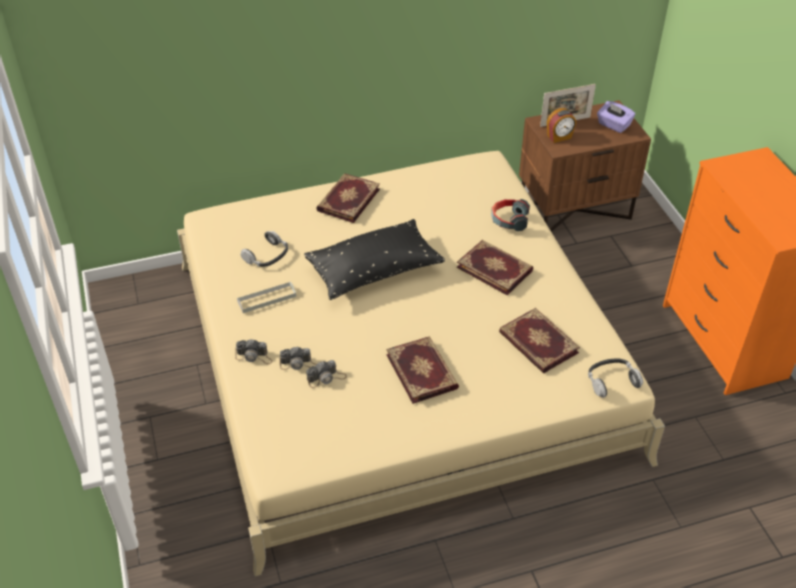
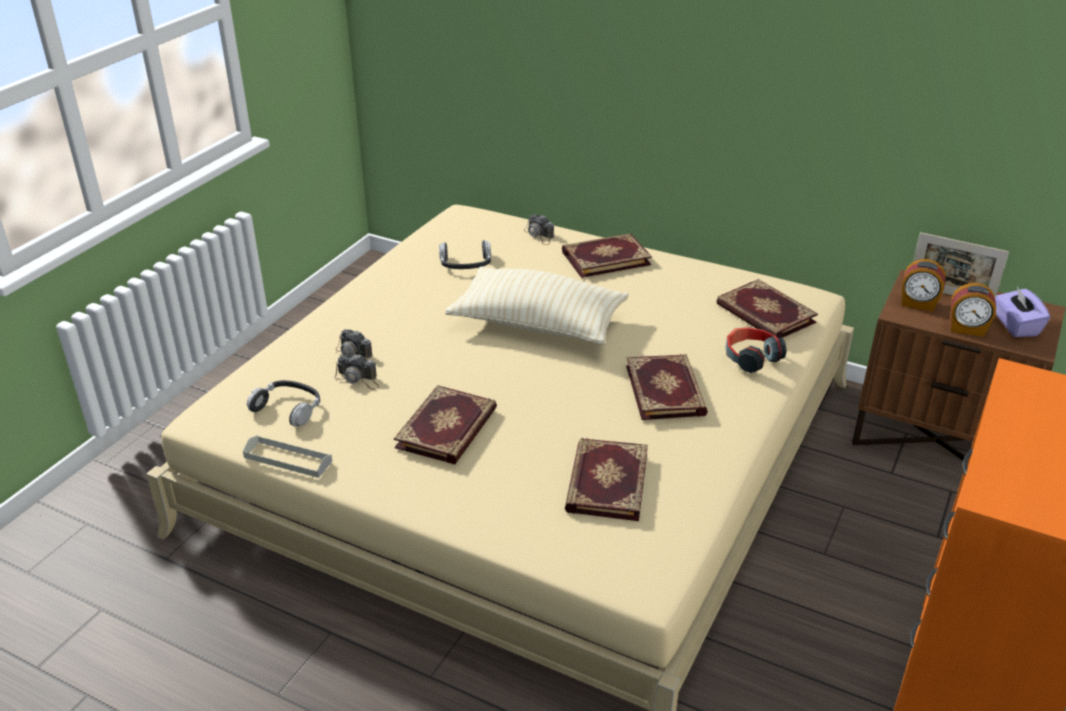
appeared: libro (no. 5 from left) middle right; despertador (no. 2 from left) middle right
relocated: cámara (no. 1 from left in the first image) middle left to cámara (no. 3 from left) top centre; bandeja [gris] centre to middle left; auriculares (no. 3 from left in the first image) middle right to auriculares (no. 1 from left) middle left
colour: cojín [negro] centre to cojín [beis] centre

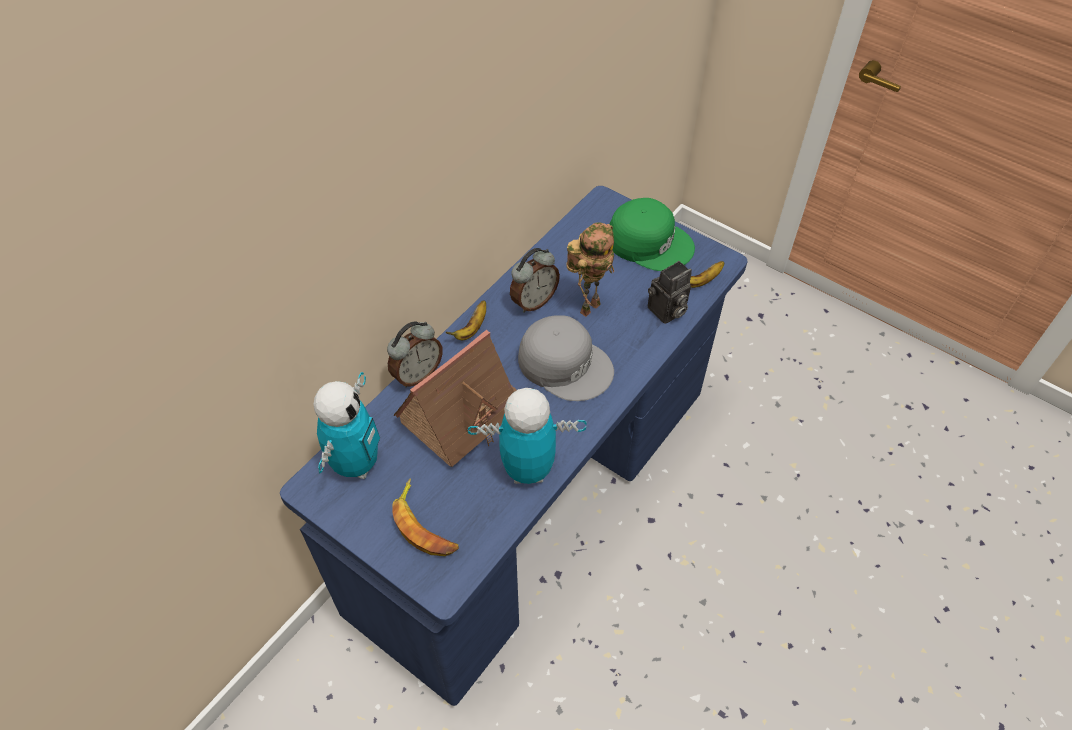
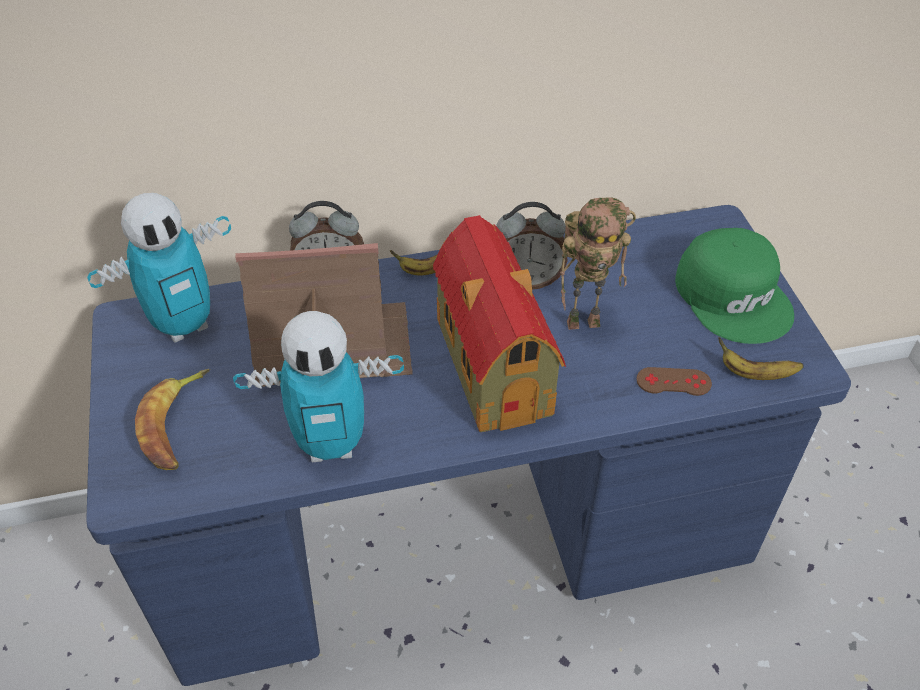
exchanged: gorra [gris] centre to casita (no. 2 from left) centre; cámara centre to mando de consola [marrón] middle right
spun: robot de juguete (no. 2 from left) centre = centre 135 degrees clockwise

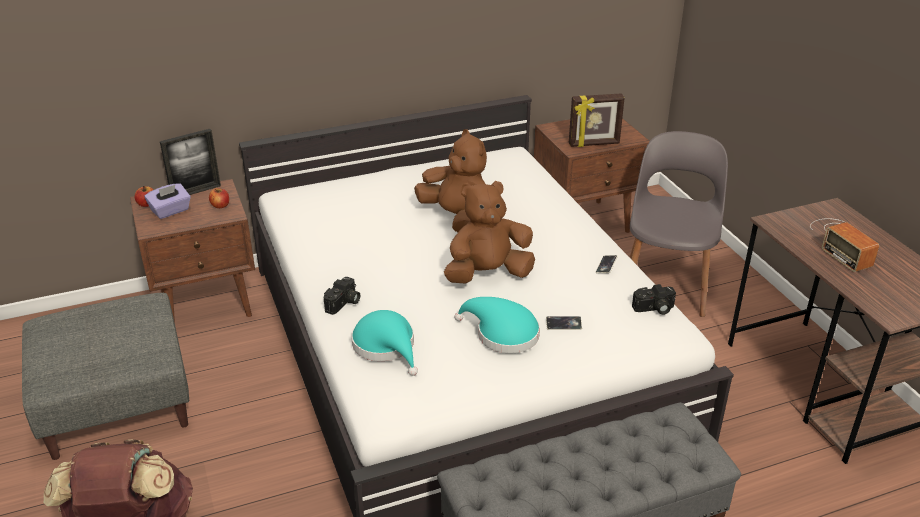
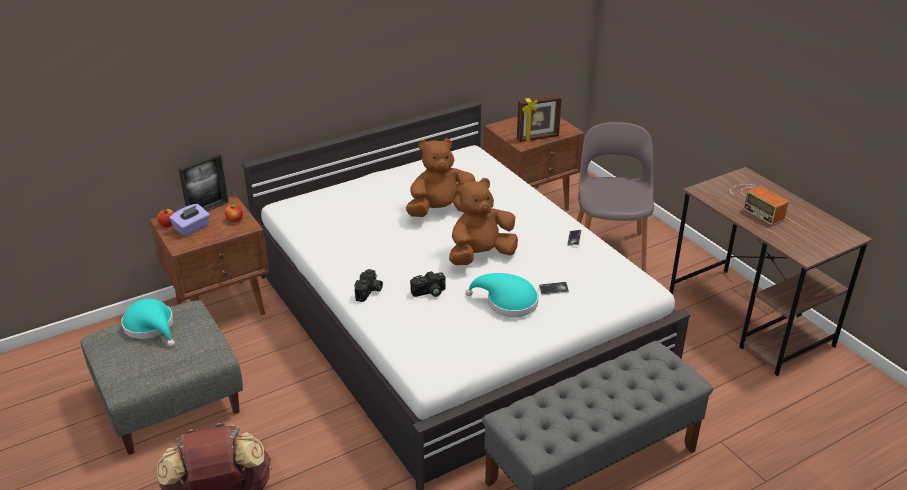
relocated: sombrero [turquesa] (no. 1 from left) centre to middle left; cámara (no. 2 from left) middle right to centre
spun: peluche [marrón] (no. 1 from left) centre = centre 60 degrees counterclockwise

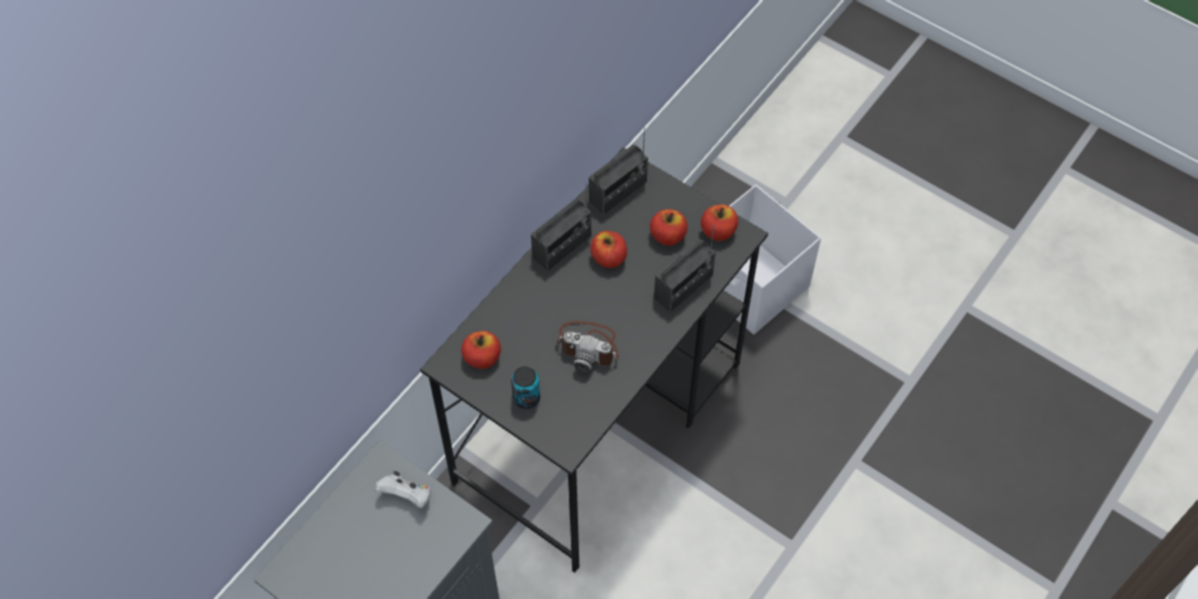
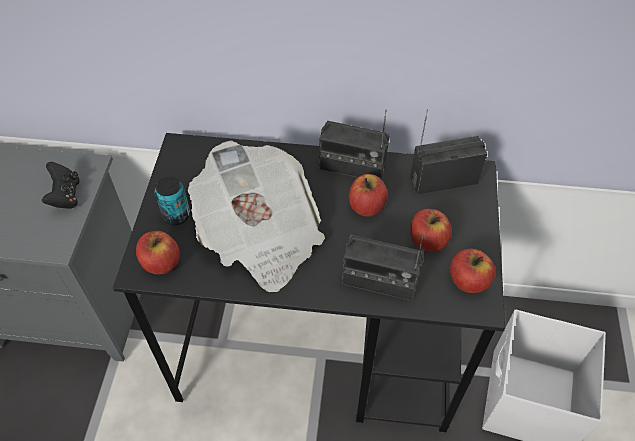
relocated: manzana (no. 1 from left) centre to middle left
exchanged: cámara centre to periódico centre
colour: mando de consola [blanco] bottom centre to mando de consola [negro] middle left
spun: radio (no. 2 from left in the first image) top centre = middle right 150 degrees clockwise

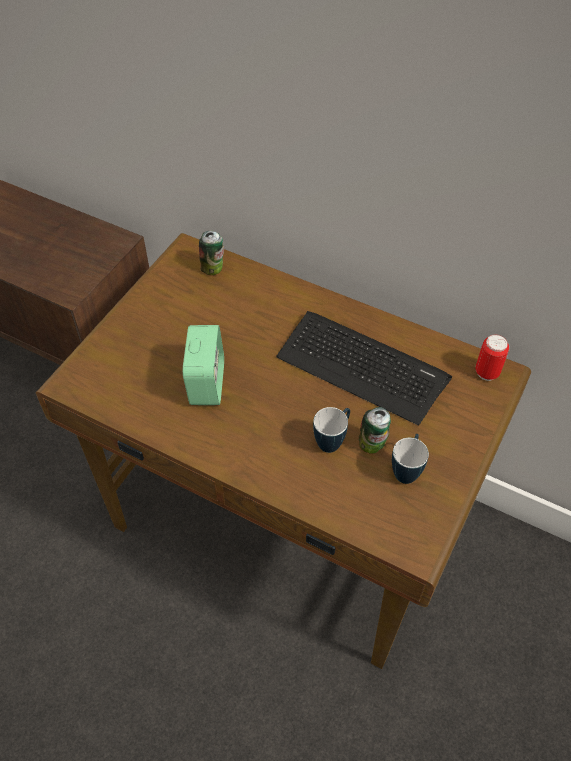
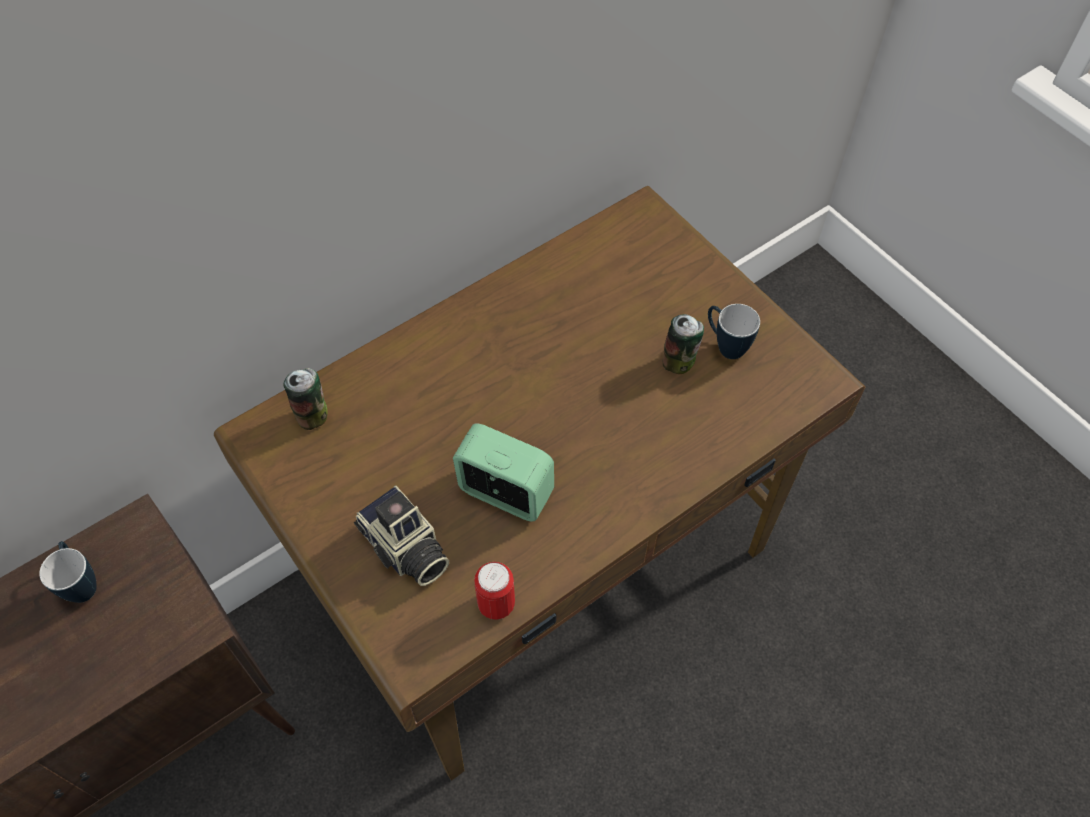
missing: teclado centre
appeared: cámara centre
relocated: taza grande (no. 1 from left) centre to bottom left; lata (no. 3 from left in the first image) middle right to lata (no. 2 from left) bottom centre

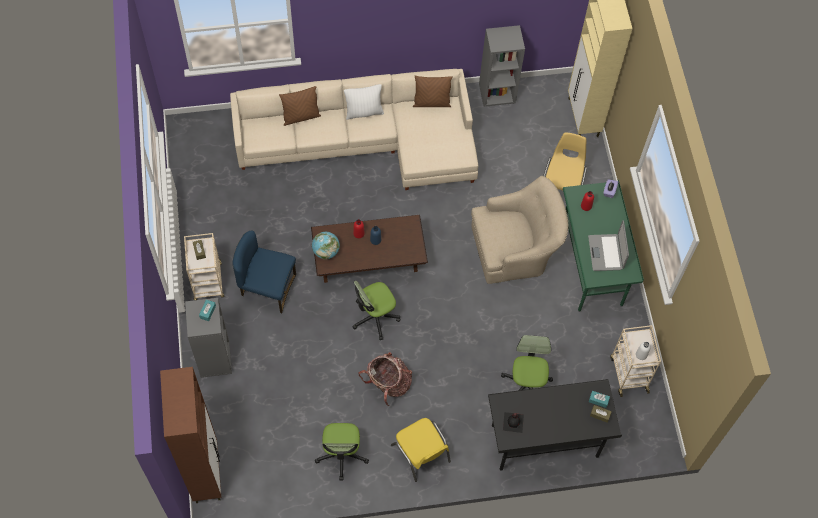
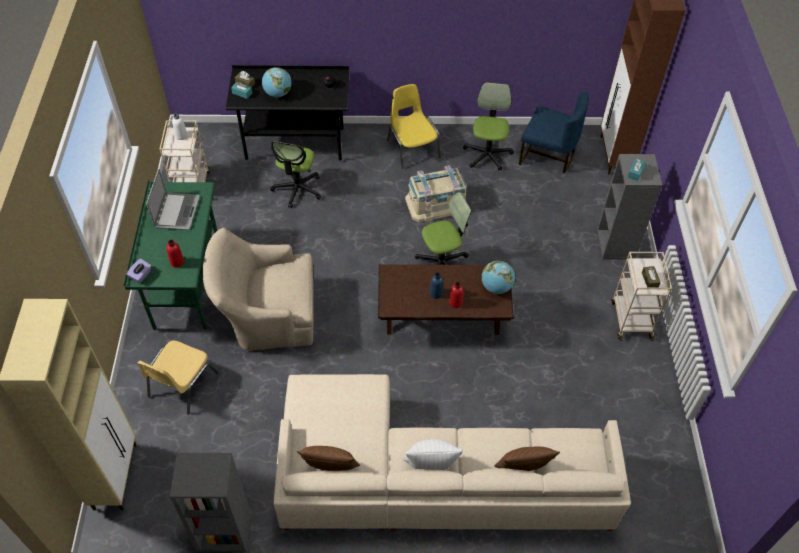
appeared: globo terráqueo (no. 1 from left) top centre
relocated: silla [azul] middle left to top right
exchanged: mochila bottom centre to caja de almacenaje [beis] centre

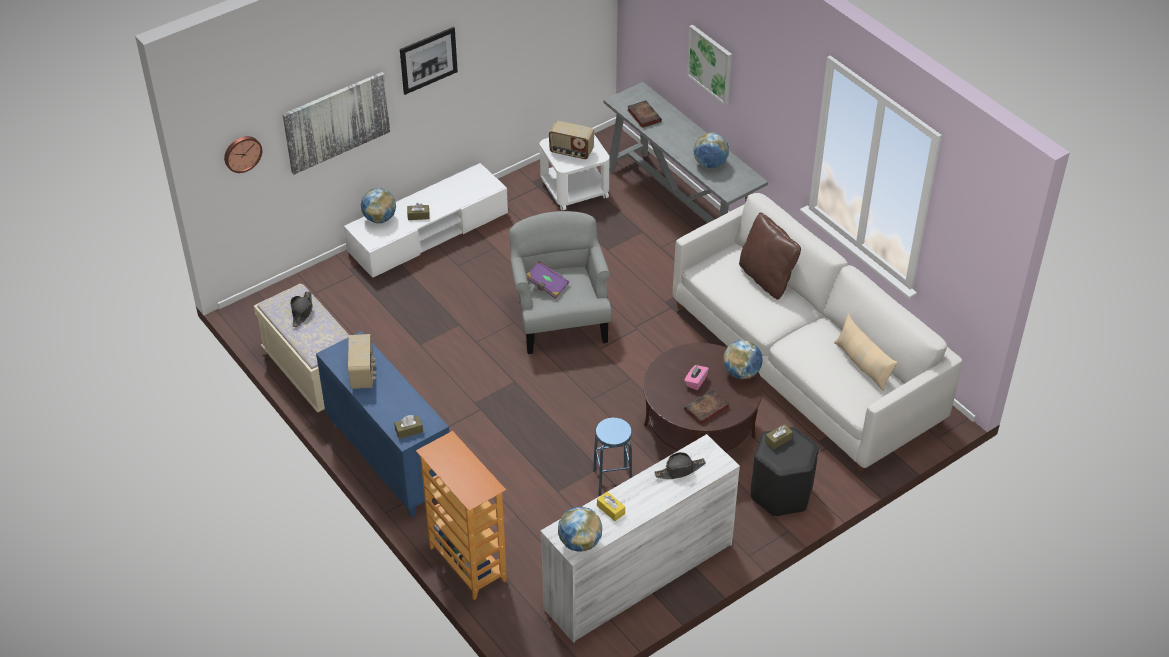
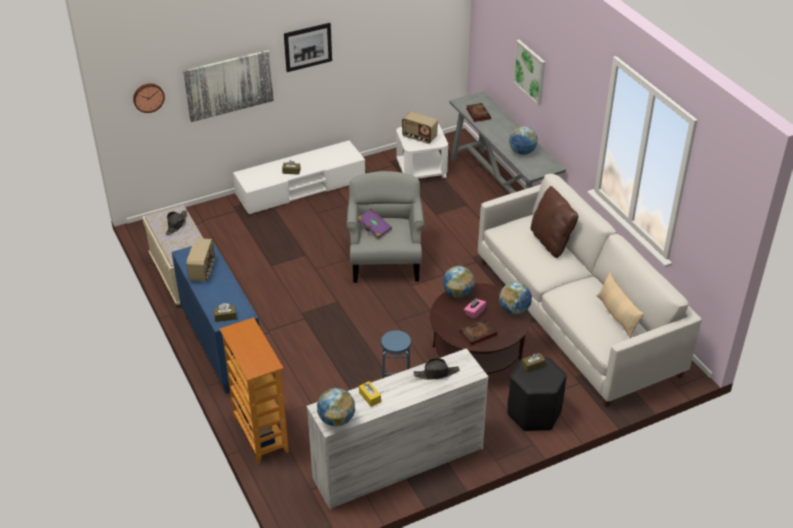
relocated: globo terráqueo (no. 1 from left in the first image) top left to globo terráqueo (no. 2 from left) centre

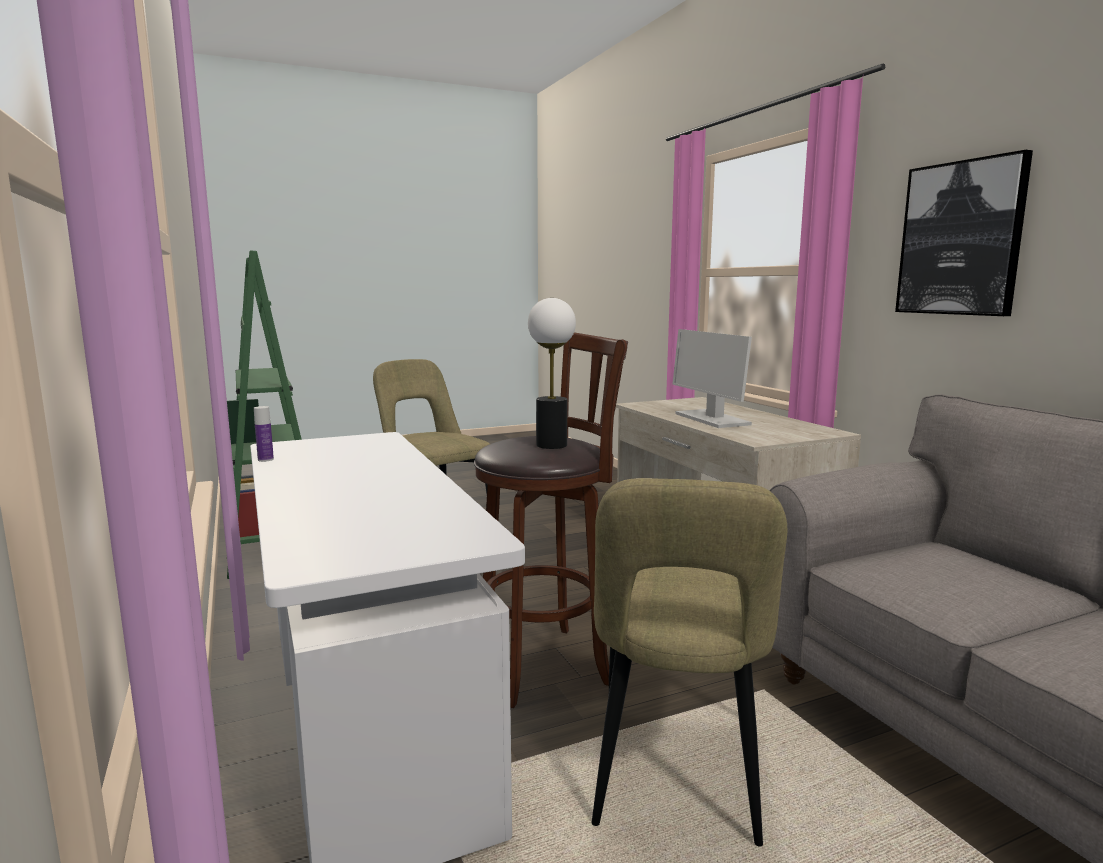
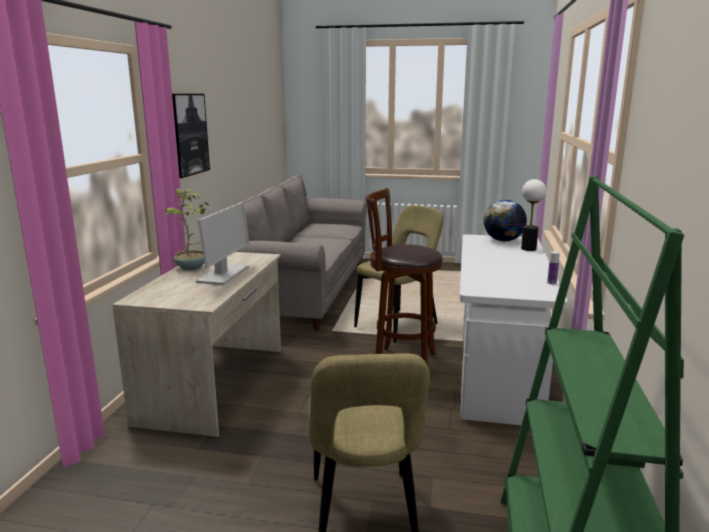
appeared: planta en maceta middle left; globo terráqueo middle right
relocated: lámpara de mesa centre to middle right

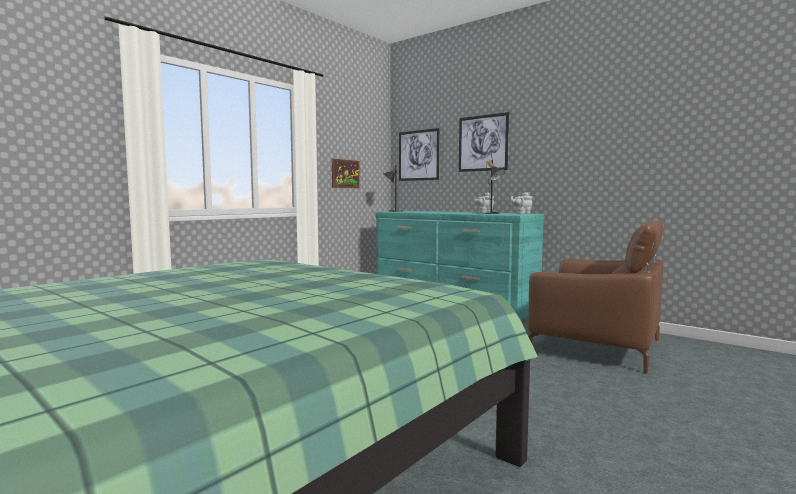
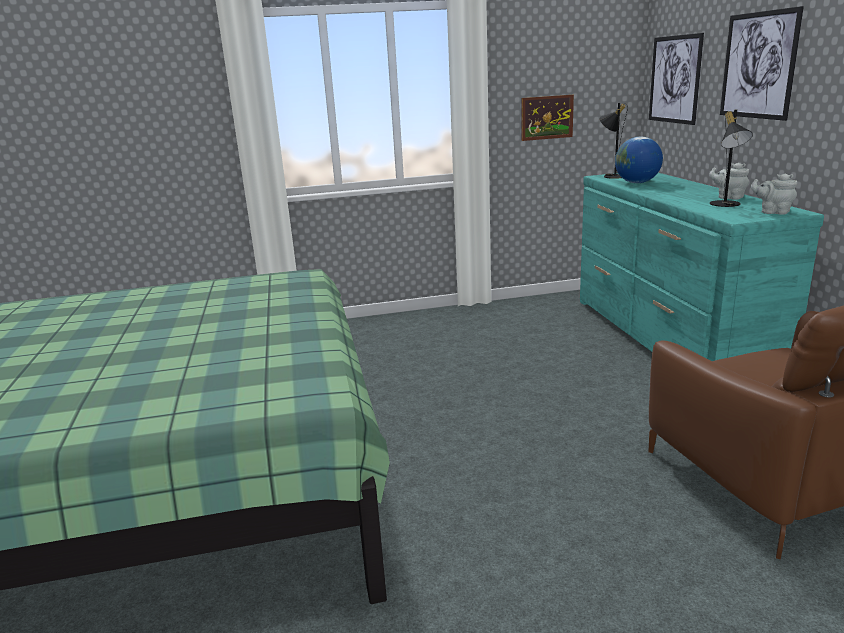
appeared: globo terráqueo top right

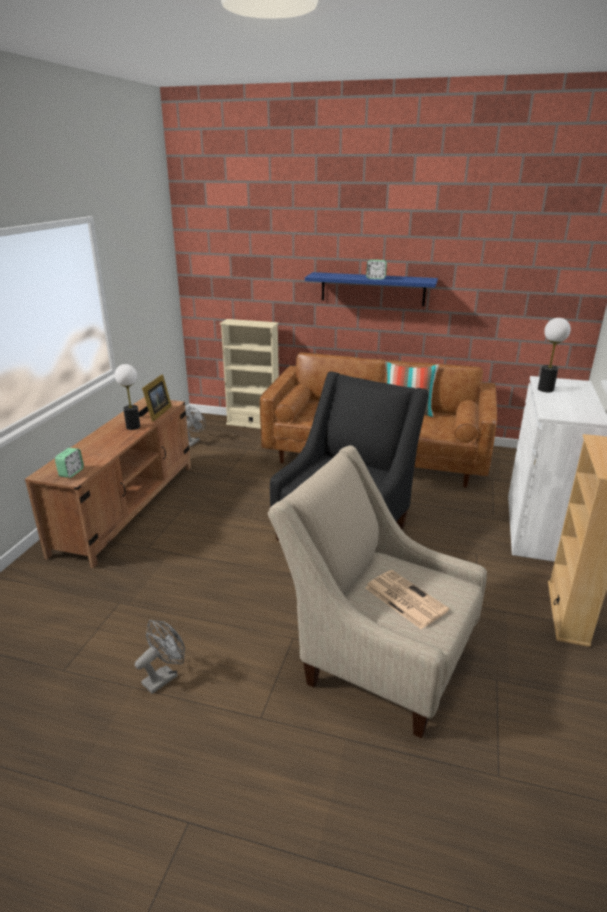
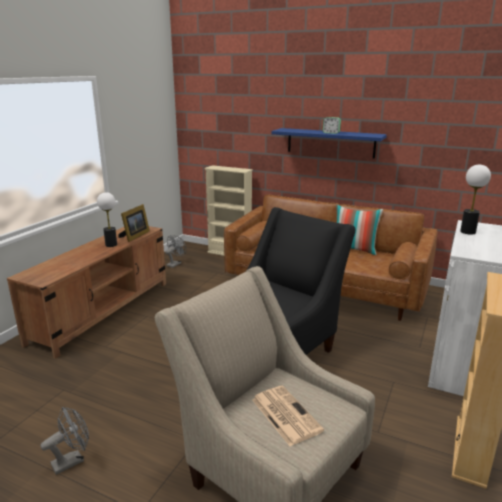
missing: despertador (no. 1 from left) middle left

